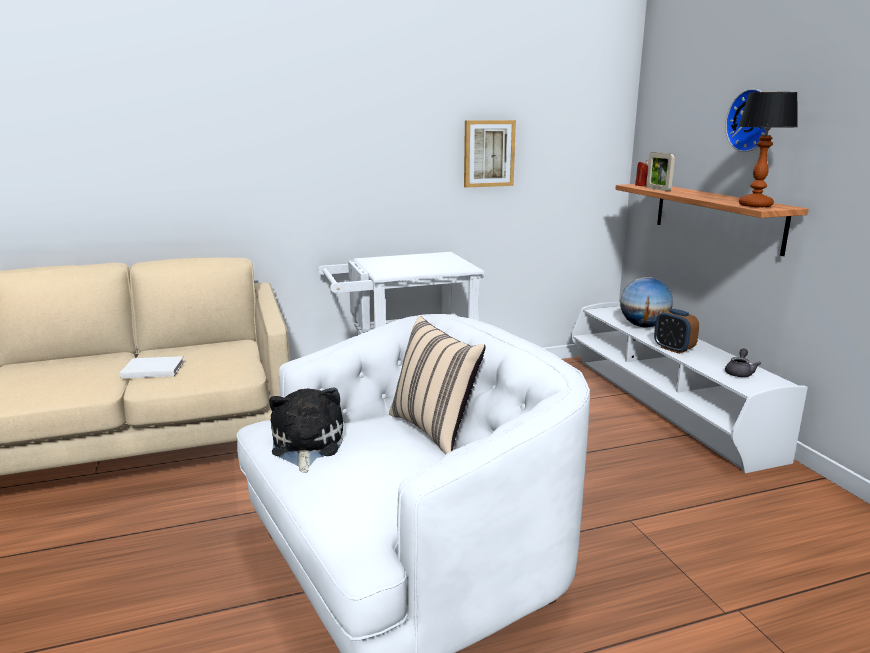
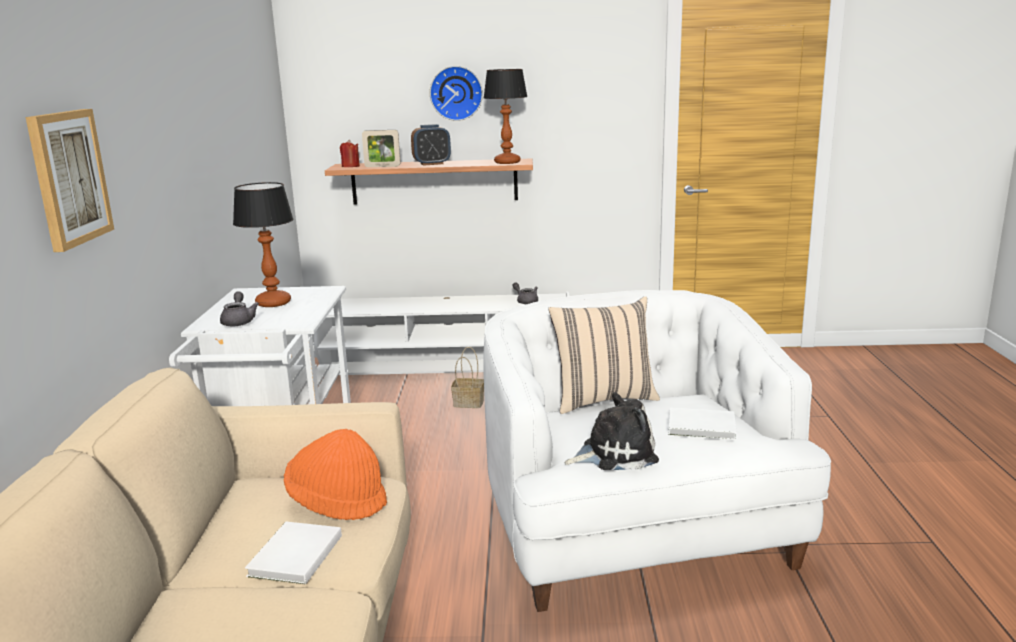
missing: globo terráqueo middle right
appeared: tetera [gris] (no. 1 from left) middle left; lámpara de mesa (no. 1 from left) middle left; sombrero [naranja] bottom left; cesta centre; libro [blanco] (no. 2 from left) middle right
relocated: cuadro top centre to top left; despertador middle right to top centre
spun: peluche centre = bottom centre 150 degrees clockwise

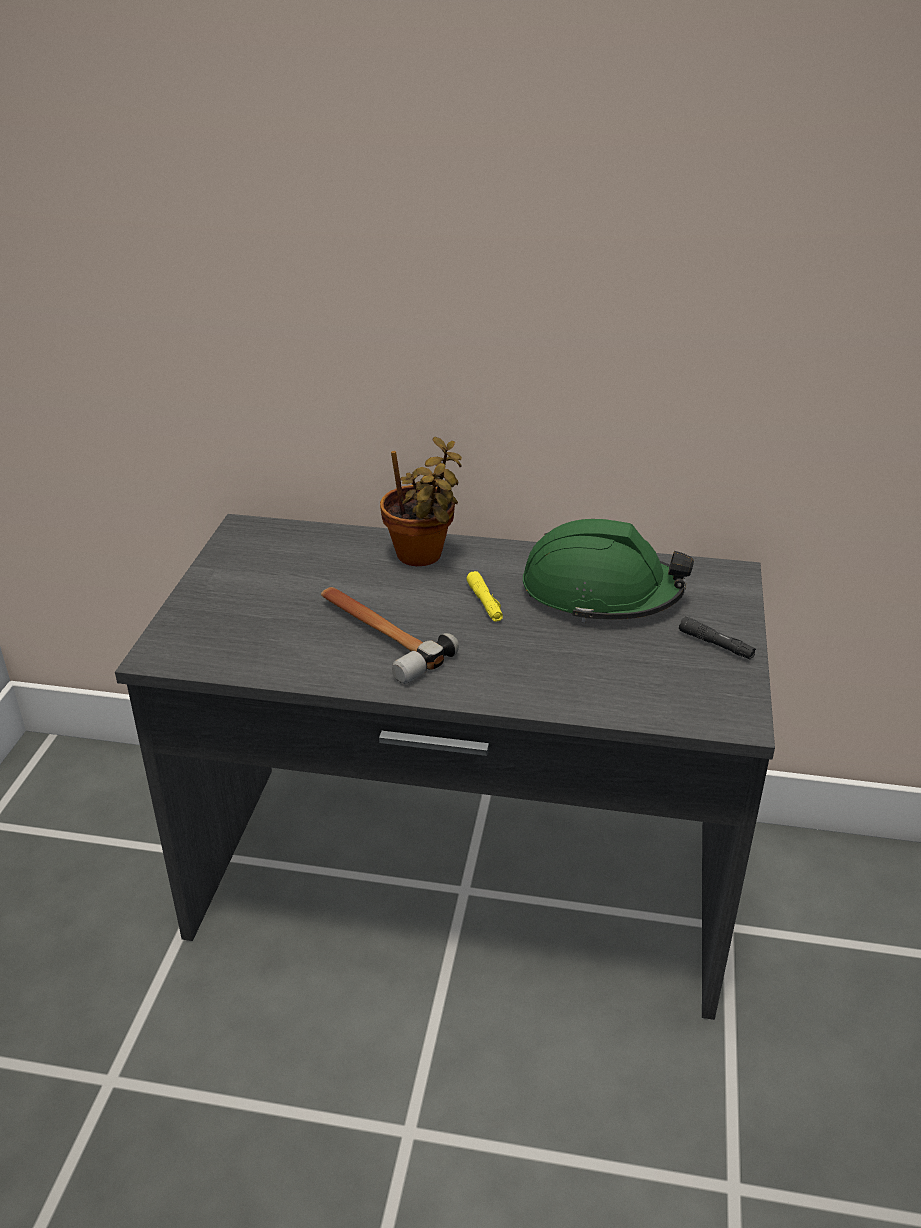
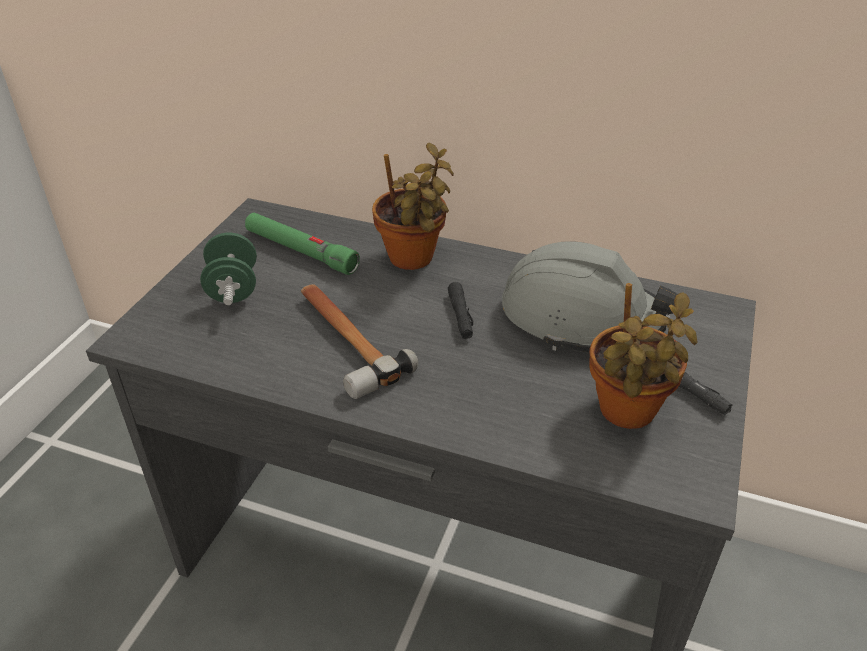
appeared: mancuerna [verde] middle left; linterna [verde] centre; planta en maceta (no. 2 from left) middle right
colour: linterna [amarillo] centre to linterna [negro] (no. 1 from left) centre; casco [verde] centre to casco [gris] middle right

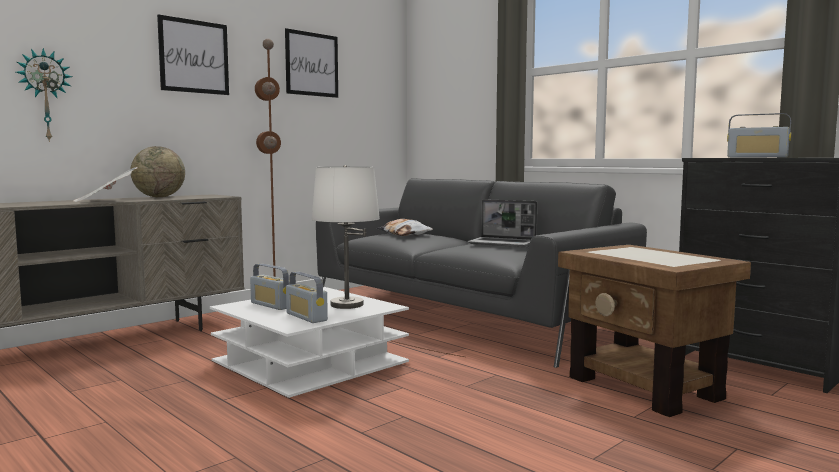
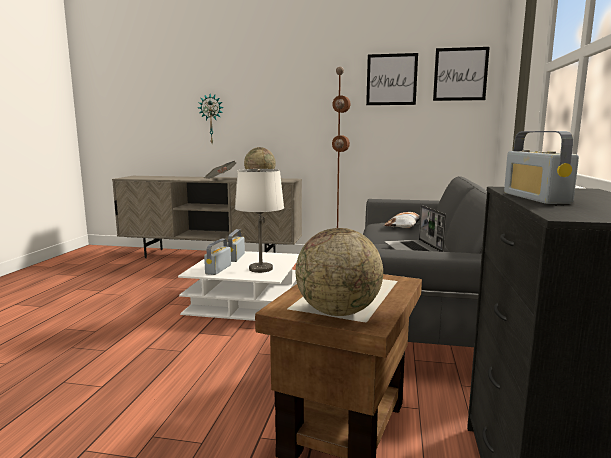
appeared: globo terráqueo (no. 2 from left) centre
relocated: cuadro (no. 1 from left in the first image) top left to cuadro (no. 2 from left) top right

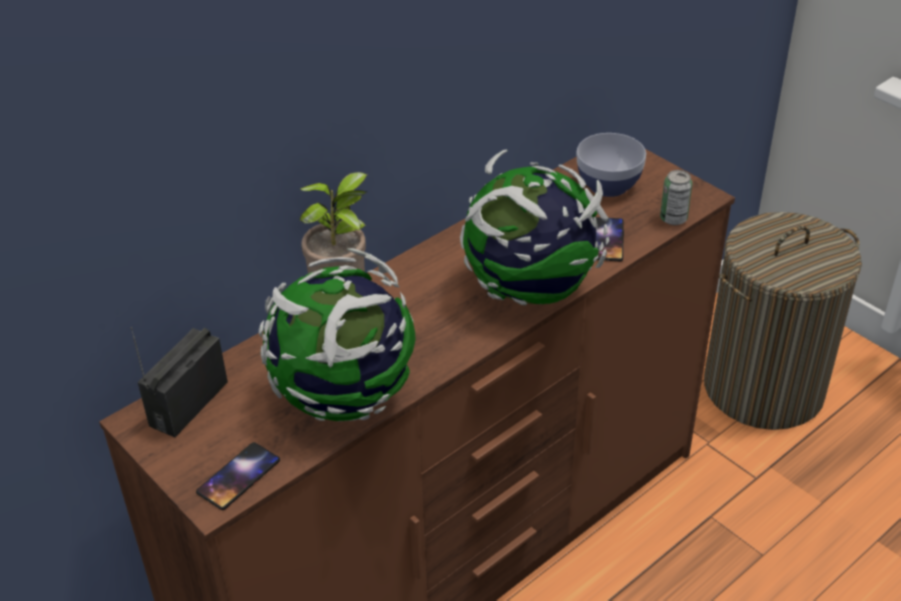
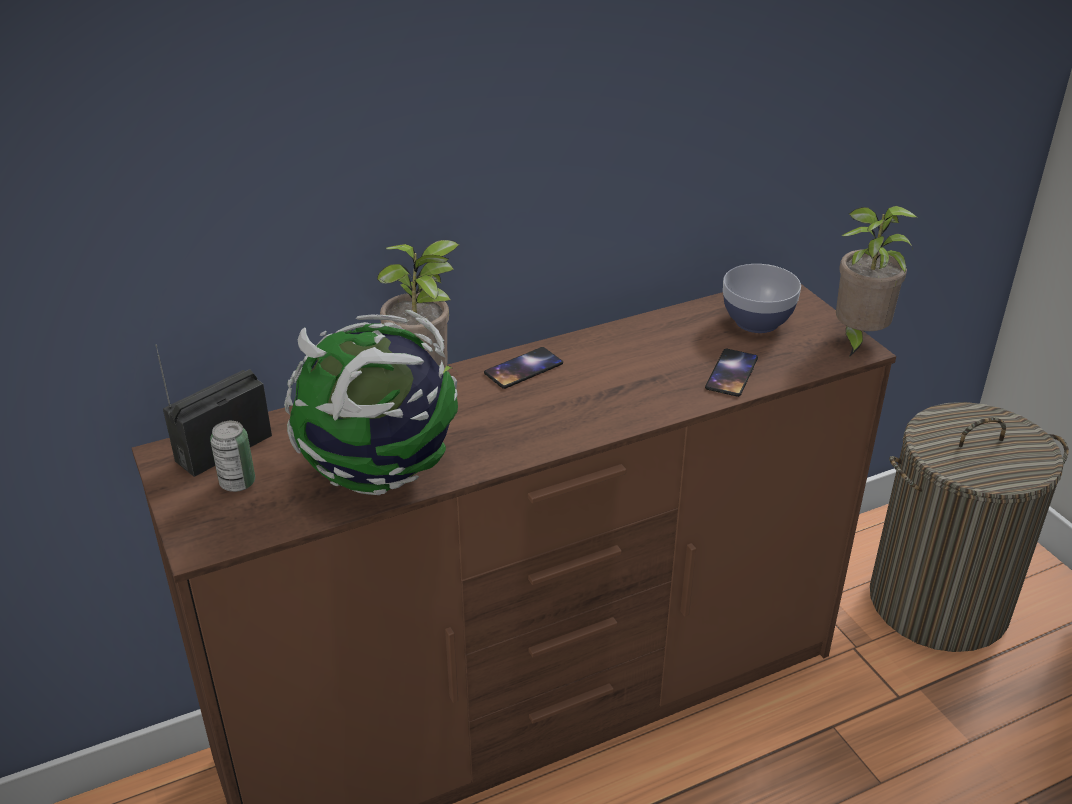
missing: globo terráqueo (no. 2 from left) centre
appeared: planta en maceta (no. 2 from left) middle right
relocated: móvil (no. 1 from left) bottom left to centre; lata top right to middle left

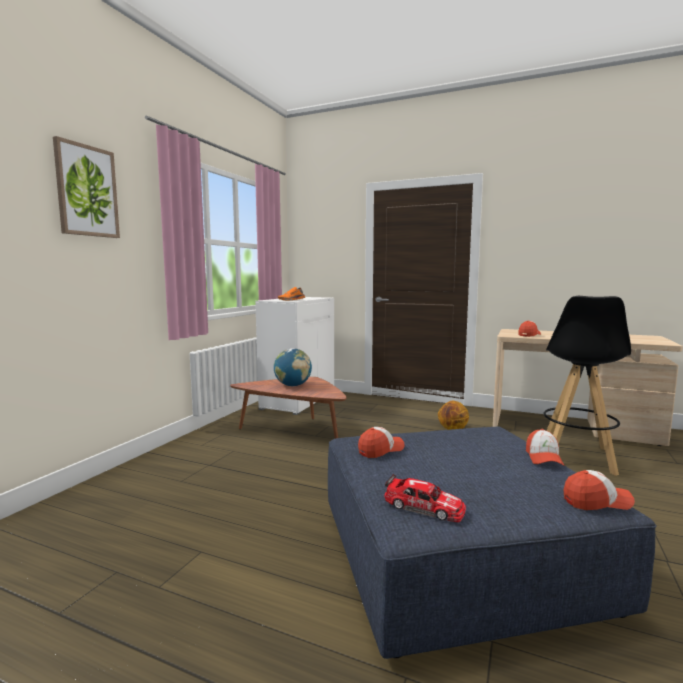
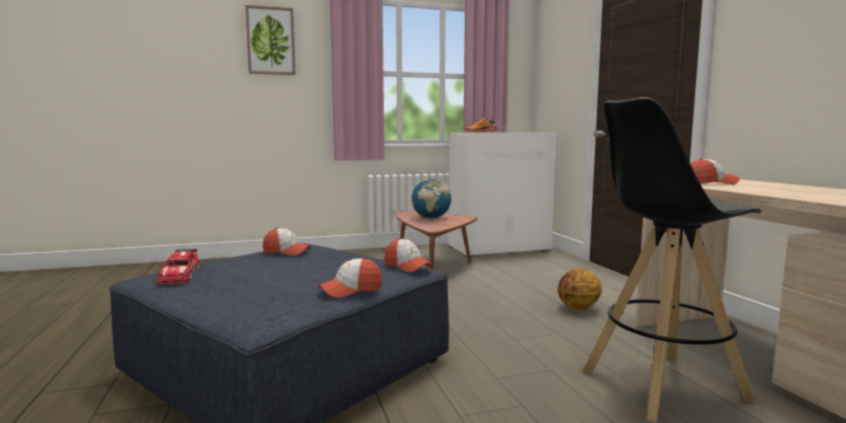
relocated: gorra (no. 4 from left in the first image) bottom right to gorra (no. 3 from left) centre

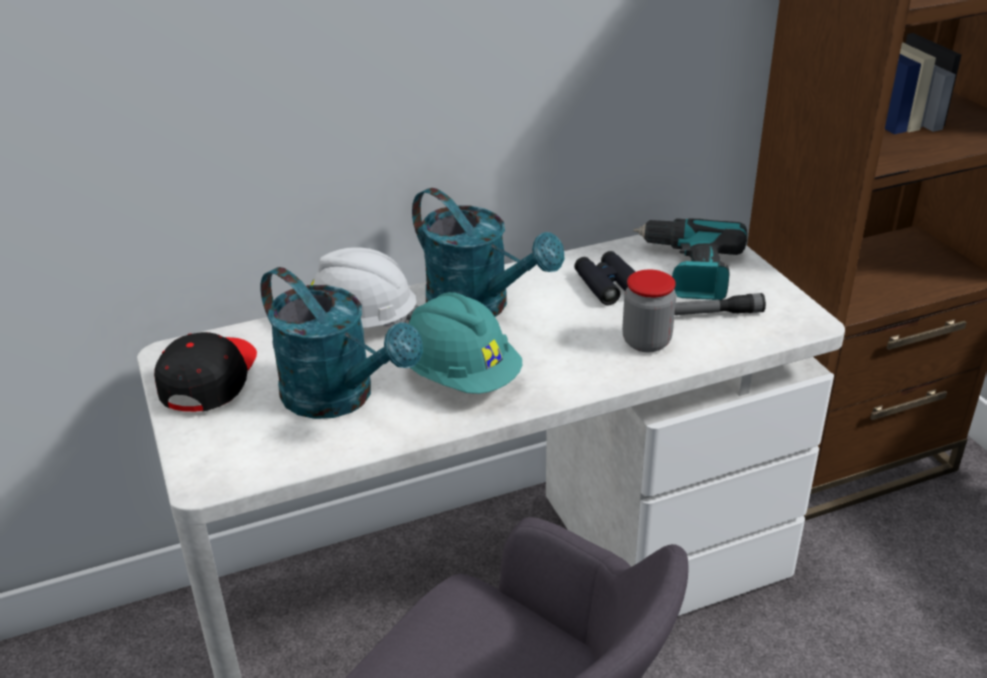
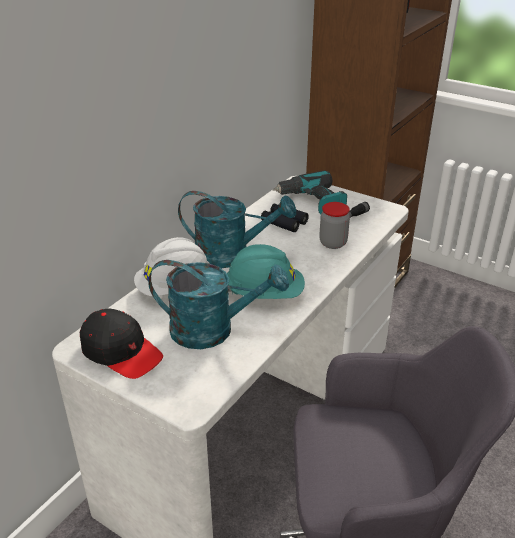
spun: gorra [negro] middle left = middle left 150 degrees clockwise

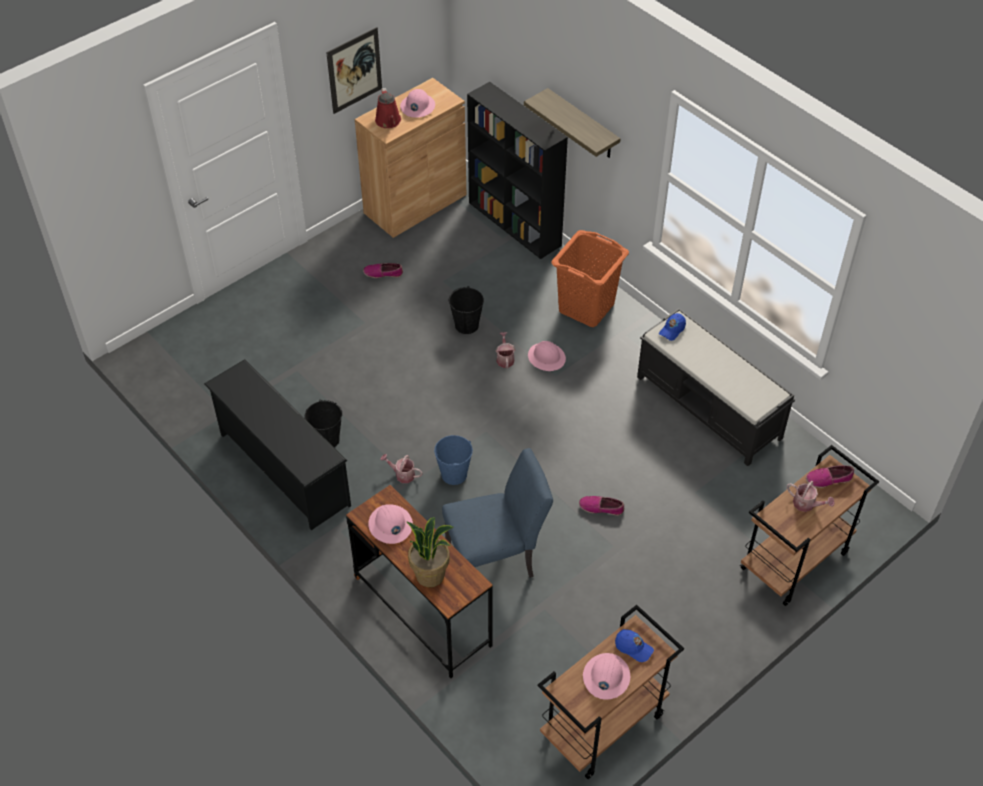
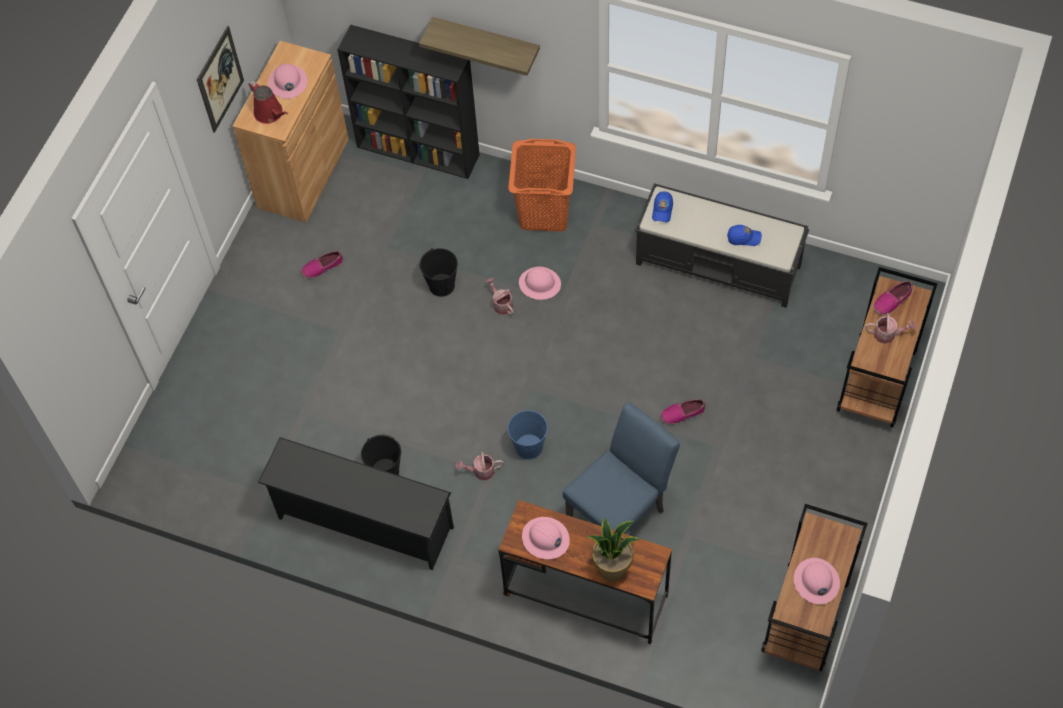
relocated: gorra [azul] (no. 1 from left in the first image) bottom centre to gorra [azul] (no. 2 from left) top right

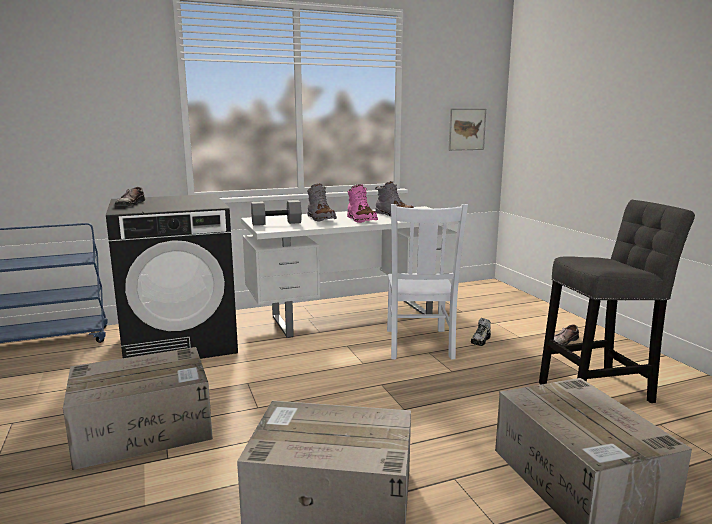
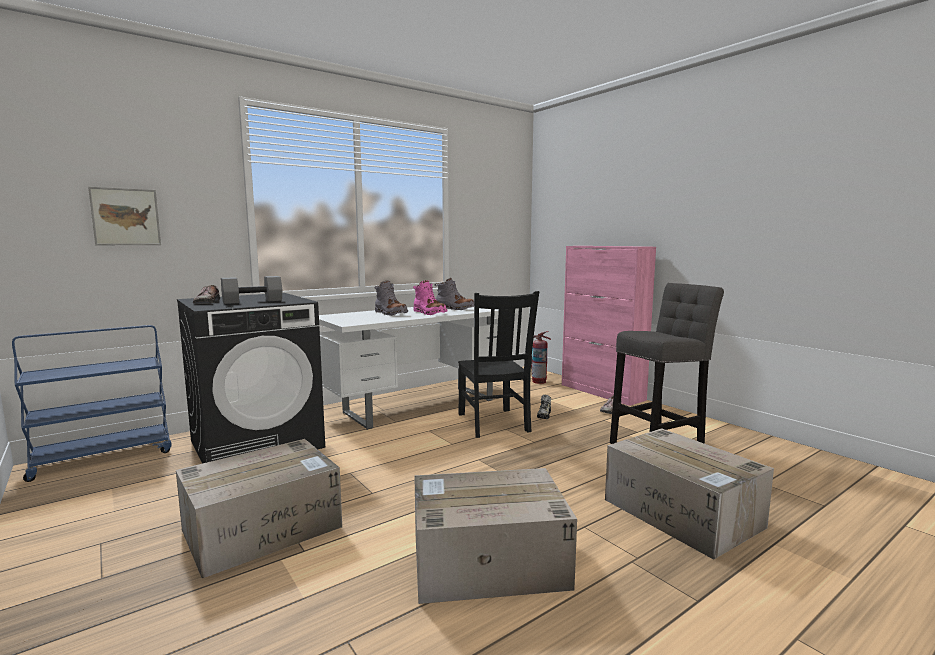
appeared: extintor centre; armario [rosa] centre
relocated: mancuerna [gris] centre to middle left; cuadro top centre to top left
colour: silla [blanco] centre to silla [negro] centre

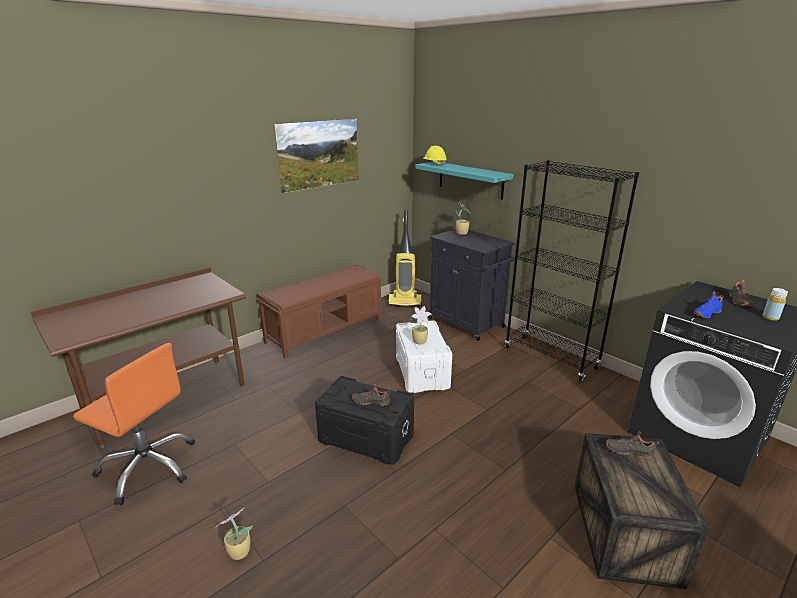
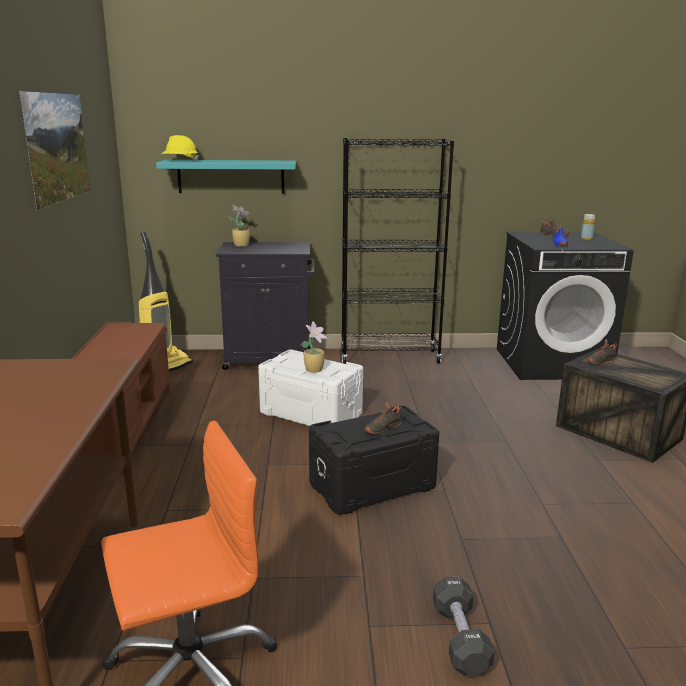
exchanged: planta en maceta (no. 1 from left) bottom left to mancuerna [negro] bottom right

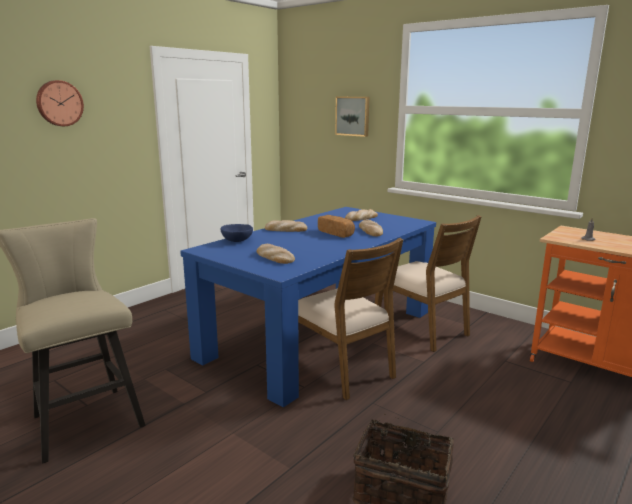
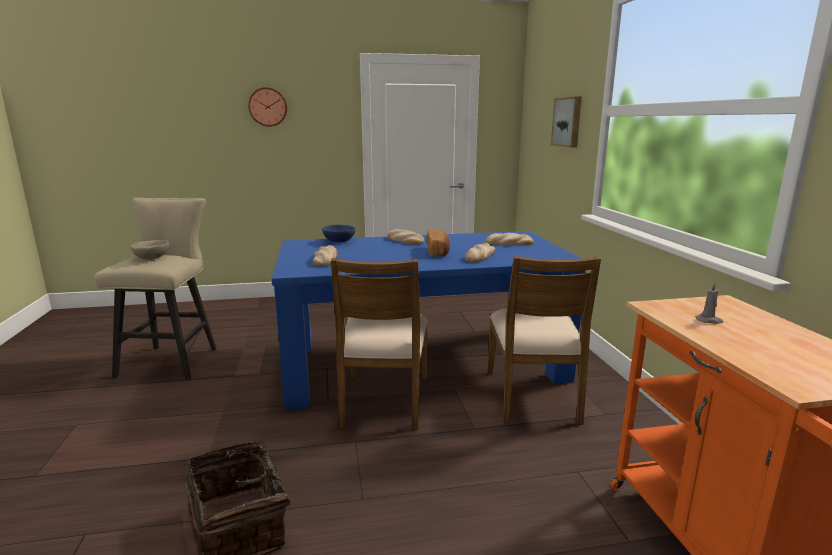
appeared: cuenco [beis] middle left

